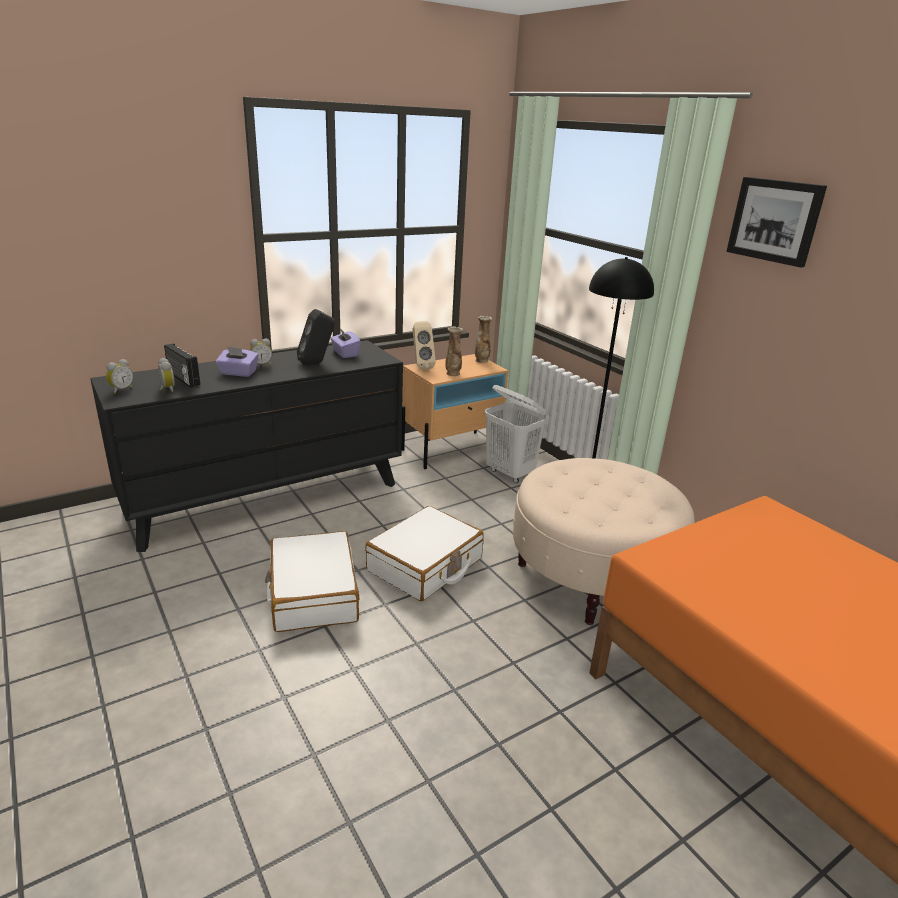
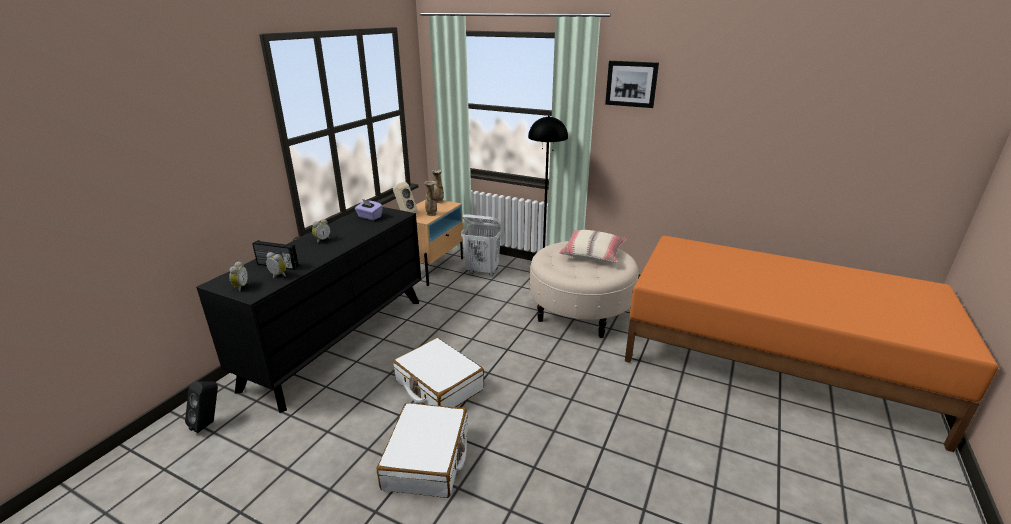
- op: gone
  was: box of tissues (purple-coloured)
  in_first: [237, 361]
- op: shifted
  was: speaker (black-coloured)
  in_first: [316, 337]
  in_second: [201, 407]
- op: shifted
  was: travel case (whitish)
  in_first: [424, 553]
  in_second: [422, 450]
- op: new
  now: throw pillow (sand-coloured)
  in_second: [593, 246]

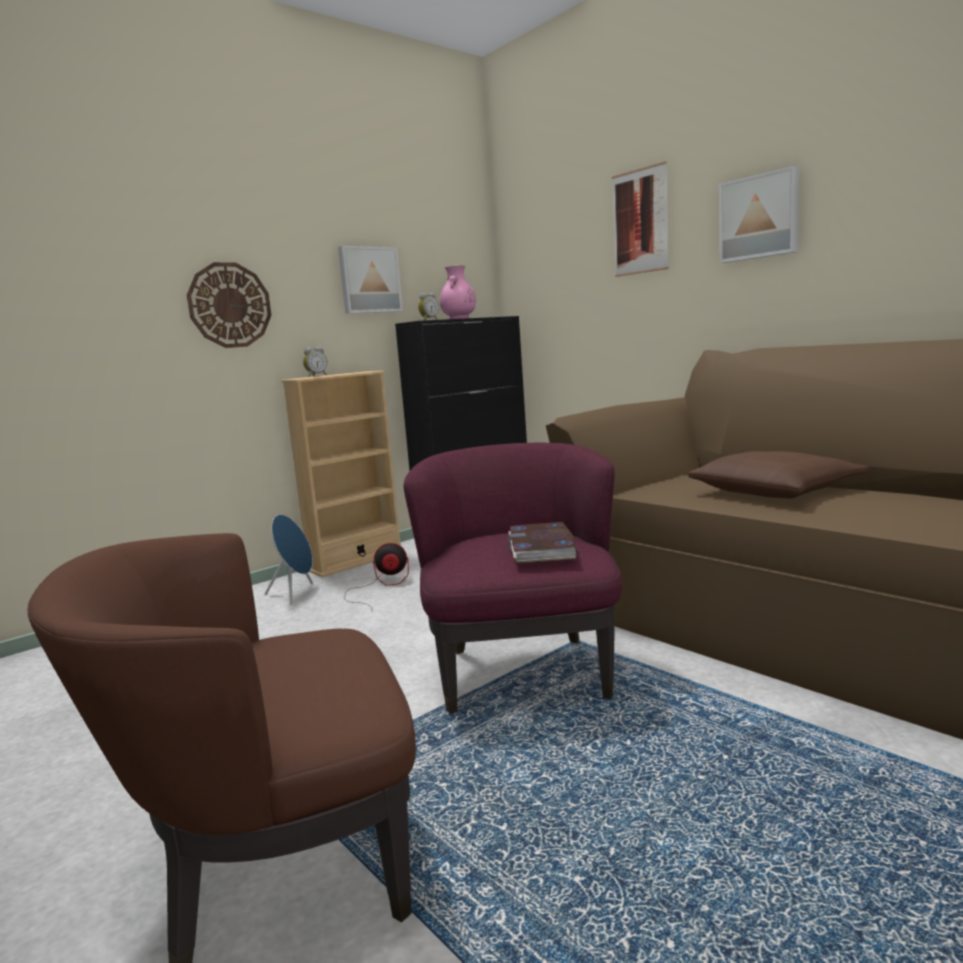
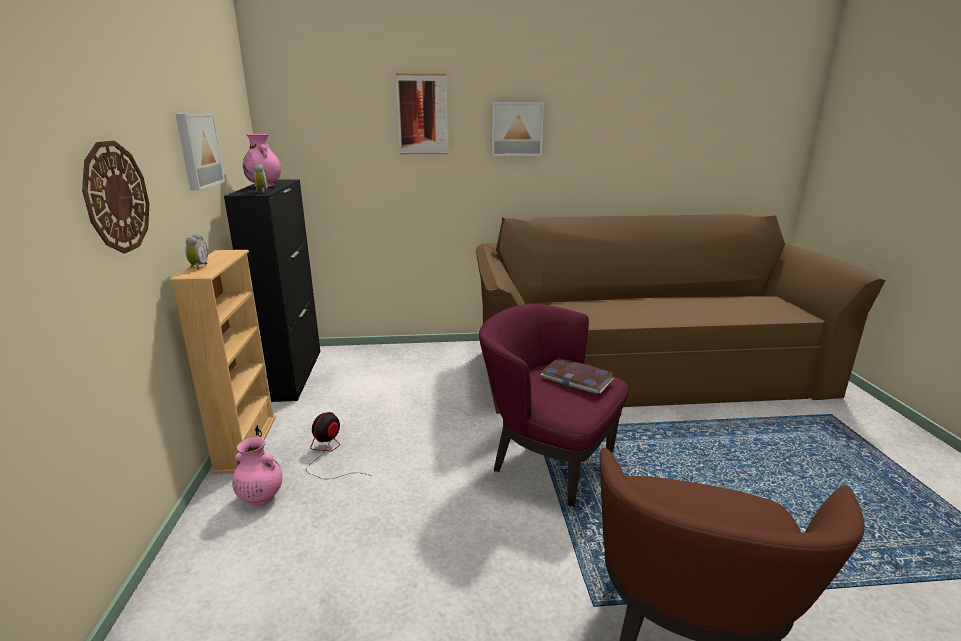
- op: swapped
  was: speaker (blue-coloured)
  now: flower vase (pink-coloured)
  in_first: [289, 560]
  in_second: [257, 471]
- op: gone
  was: throw pillow (brown-coloured)
  in_first: [779, 475]

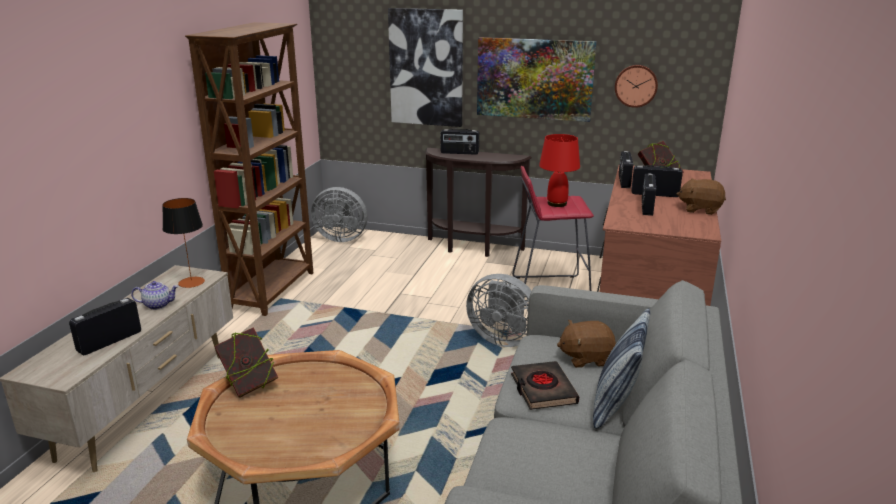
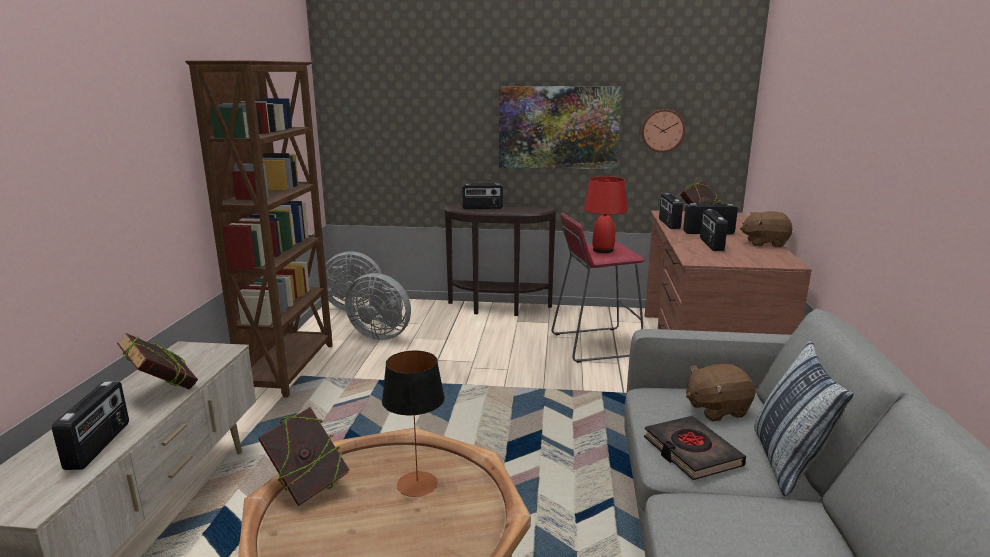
- op: rotated
  was: radio receiver
  in_first: [105, 326]
  in_second: [90, 425]
  clockwise: 150
- op: swapped
  was: teapot
  now: book
  in_first: [155, 295]
  in_second: [157, 361]
- op: shifted
  was: tabletop lamp
  in_first: [183, 243]
  in_second: [413, 424]
- op: gone
  was: wall art
  in_first: [425, 67]
- op: shifted
  was: electric fan (gray)
  in_first: [499, 310]
  in_second: [378, 306]

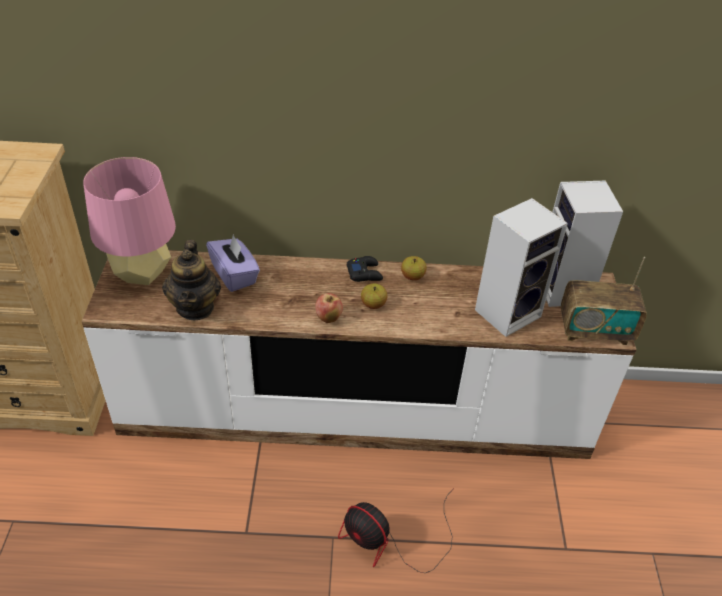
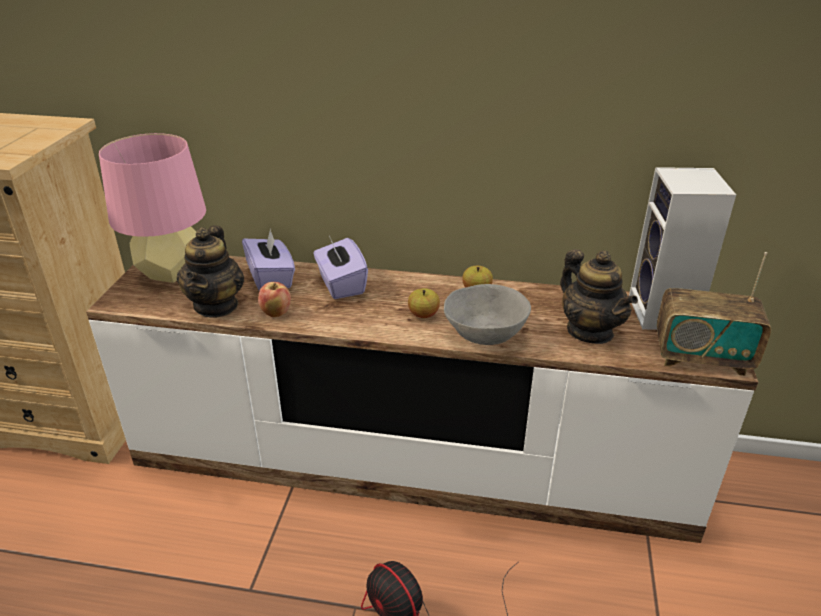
- op: shifted
  was: whole apple
  in_first: [329, 308]
  in_second: [274, 299]
- op: gone
  was: game controller (black-coloured)
  in_first: [365, 269]
- op: swapped
  was: speaker
  now: teapot
  in_first: [521, 267]
  in_second: [599, 296]
- op: new
  now: box of tissues (purple-coloured)
  in_second: [340, 267]
- op: new
  now: serving bowl (gray)
  in_second: [487, 314]

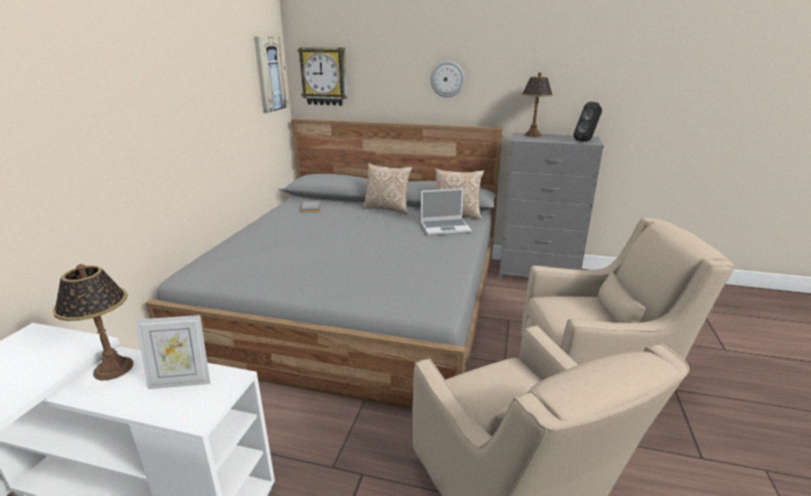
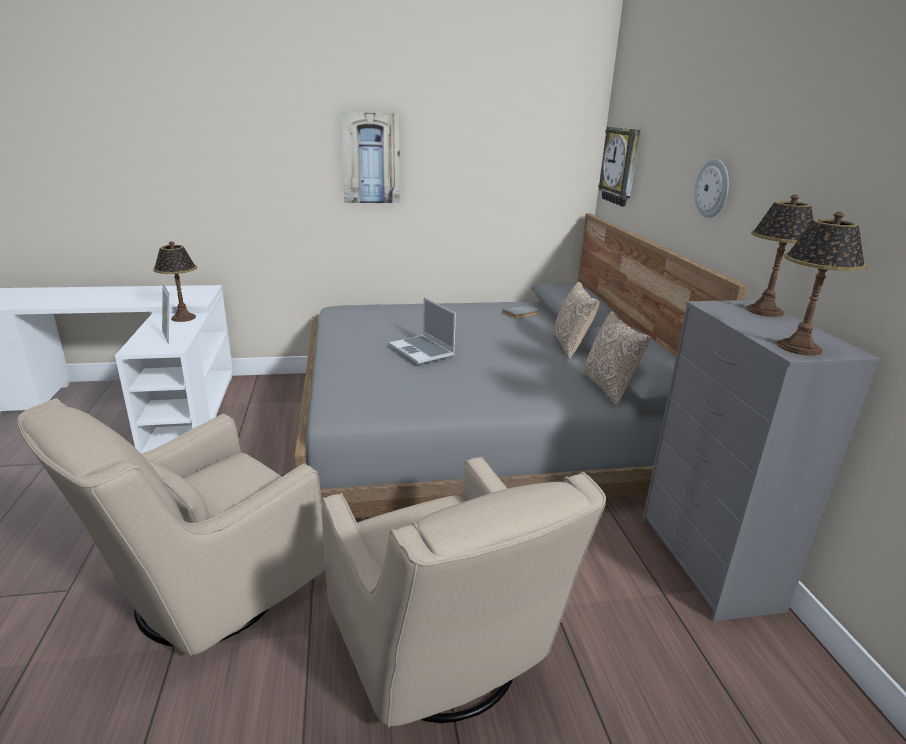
- op: shifted
  was: wall art
  in_first: [271, 75]
  in_second: [370, 157]
- op: shifted
  was: notebook computer
  in_first: [446, 212]
  in_second: [422, 330]
- op: swapped
  was: speaker (black-coloured)
  now: tabletop lamp
  in_first: [587, 122]
  in_second: [822, 284]

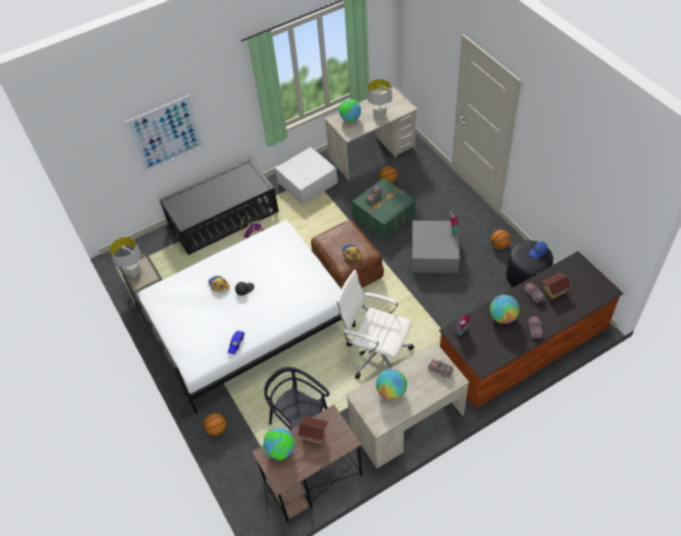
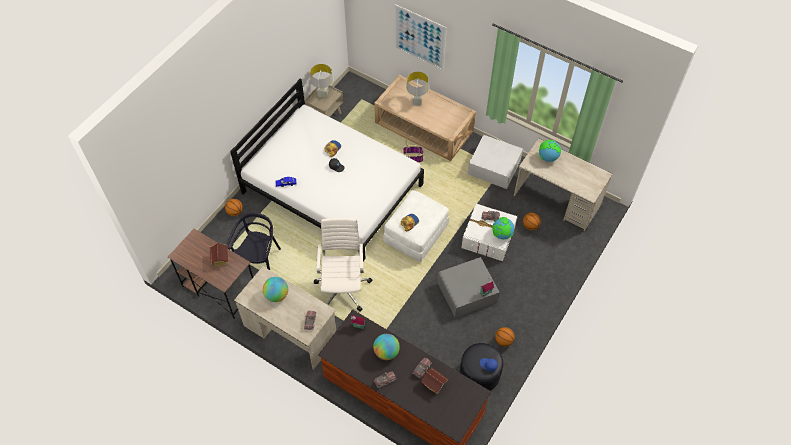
- op: repainted
  was: low table (black-coloured)
  now: low table (sand-coloured)
  in_first: [219, 206]
  in_second: [425, 118]
- op: shifted
  was: desk globe
  in_first: [279, 444]
  in_second: [503, 228]
- op: repainted
  was: ottoman (brown-coloured)
  now: ottoman (whitish)
  in_first: [347, 254]
  in_second: [416, 226]
- op: repainted
  was: storage bin (greenish)
  now: storage bin (whitish)
  in_first: [383, 208]
  in_second: [489, 232]
- op: shifted
  was: tabletop lamp (gray)
  in_first: [379, 99]
  in_second: [417, 88]

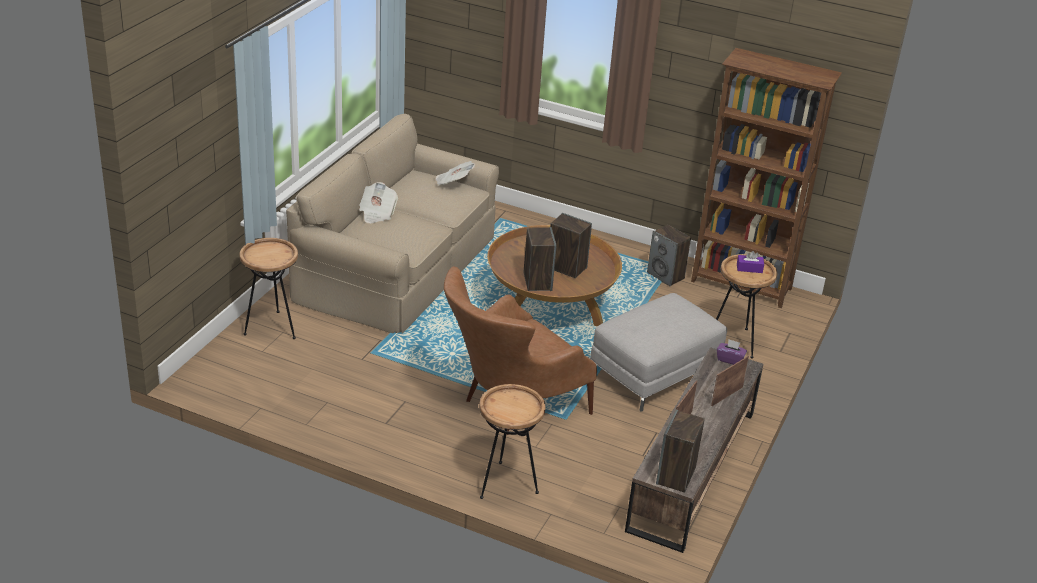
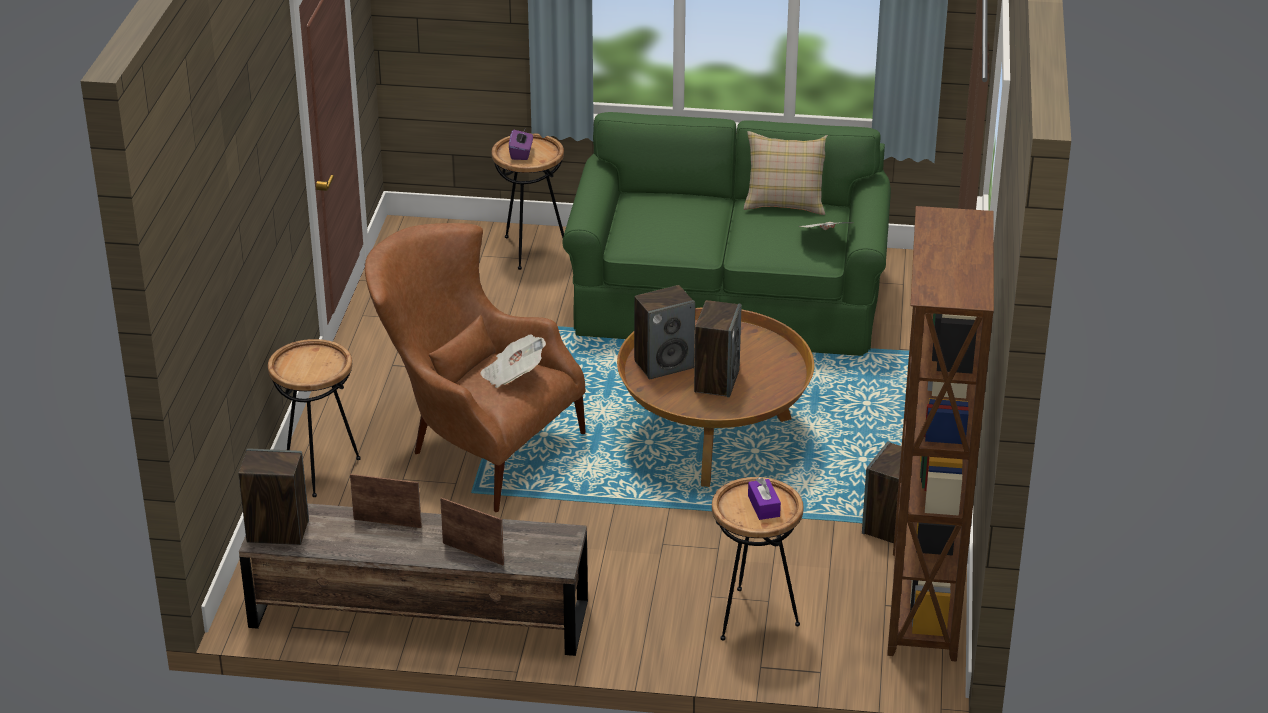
- op: repainted
  was: settee (sand-coloured)
  now: settee (greenish)
  in_first: [392, 224]
  in_second: [726, 234]
- op: shifted
  was: daily paper
  in_first: [378, 202]
  in_second: [513, 361]
- op: gone
  was: ottoman (gray)
  in_first: [658, 352]
- op: shifted
  was: box of tissues (purple-coloured)
  in_first: [732, 352]
  in_second: [521, 145]
- op: new
  now: throw pillow (sand-coloured)
  in_second: [786, 173]

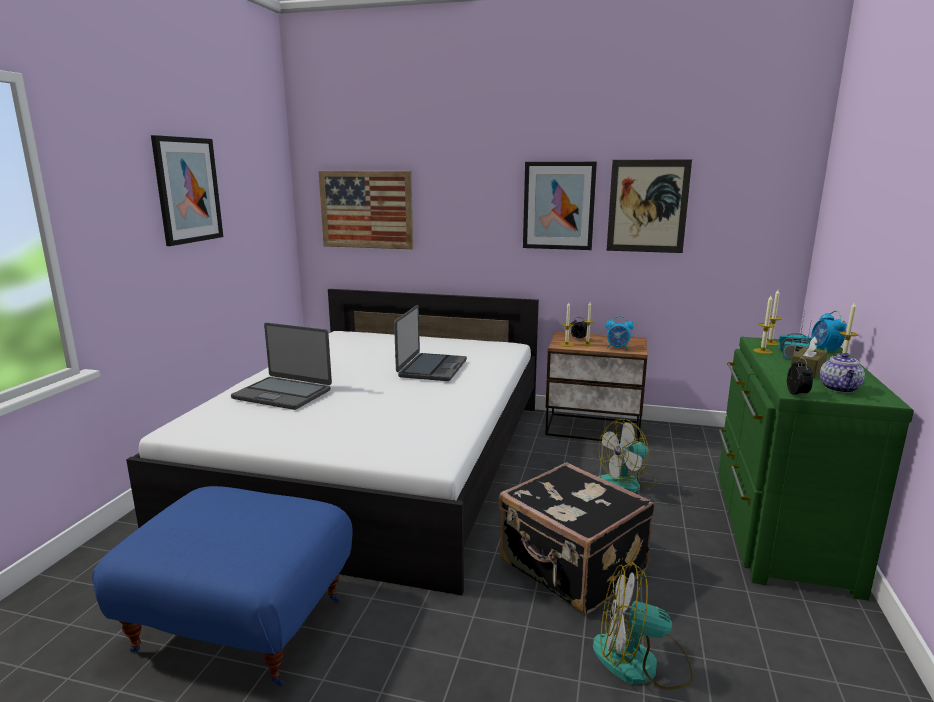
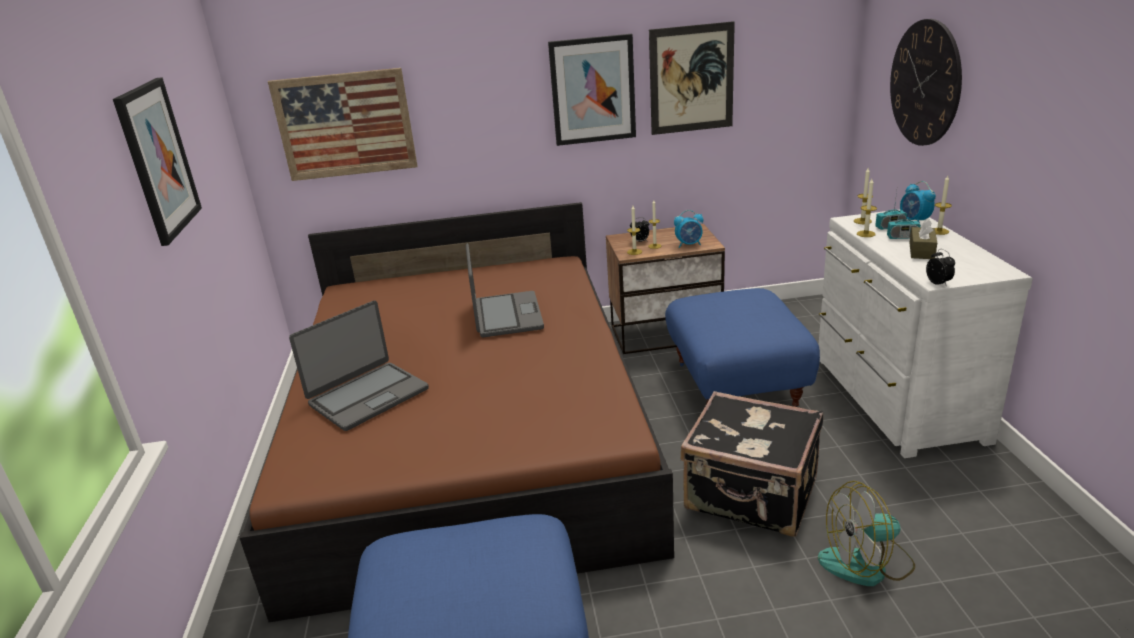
- op: repainted
  was: bedroom bed (whitish)
  now: bedroom bed (brown-coloured)
  in_first: [332, 442]
  in_second: [456, 412]
- op: rotated
  was: notebook computer
  in_first: [281, 366]
  in_second: [359, 365]
  clockwise: -45
- op: swapped
  was: electric fan
  now: ottoman (blue-coloured)
  in_first: [628, 456]
  in_second: [742, 347]
- op: repainted
  was: chest of drawers (greenish)
  now: chest of drawers (whitish)
  in_first: [816, 468]
  in_second: [926, 334]
- op: gone
  was: teapot
  in_first: [842, 373]
- op: new
  now: hanging clock
  in_second: [926, 82]

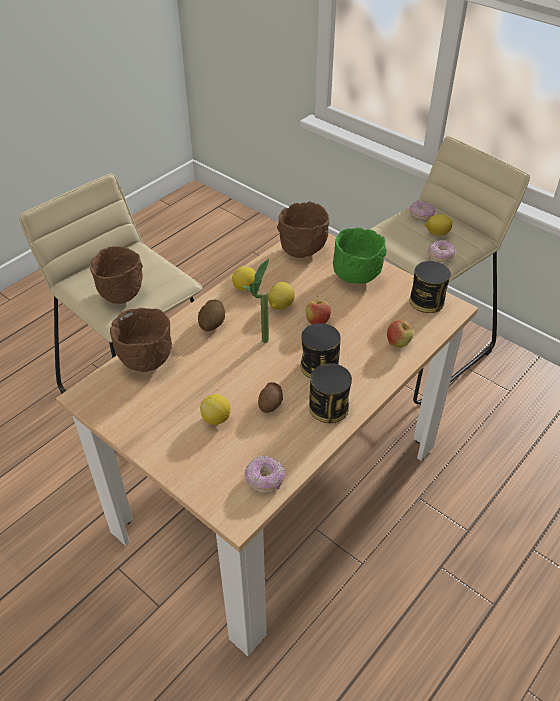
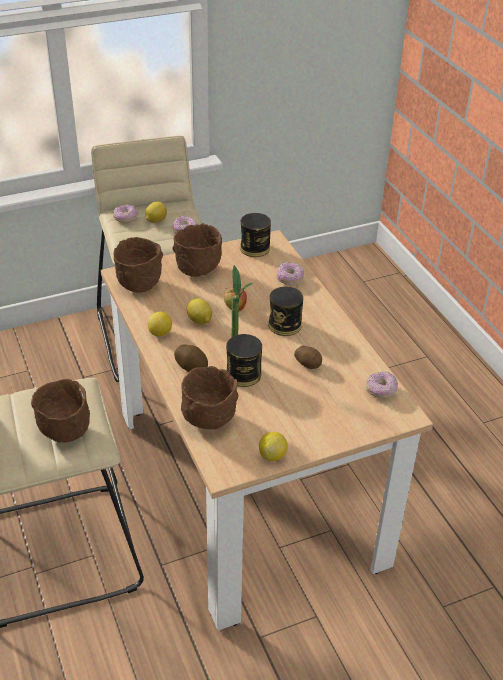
- op: shifted
  was: citrus fruit
  in_first: [215, 409]
  in_second: [273, 446]
- op: shifted
  was: can
  in_first: [330, 393]
  in_second: [244, 360]
- op: repainted
  was: serving bowl (greenish)
  now: serving bowl (brown-coloured)
  in_first: [359, 255]
  in_second: [197, 250]
- op: swapped
  was: whole apple
  now: donut
  in_first: [400, 334]
  in_second: [290, 273]

